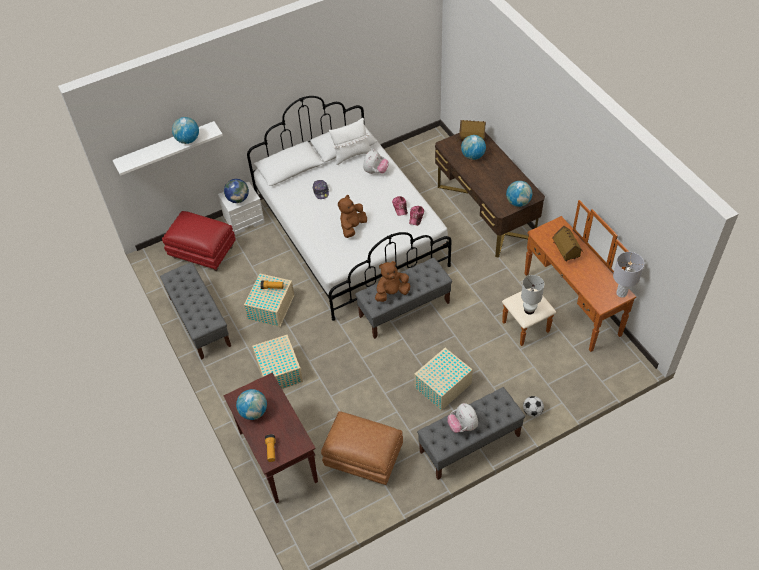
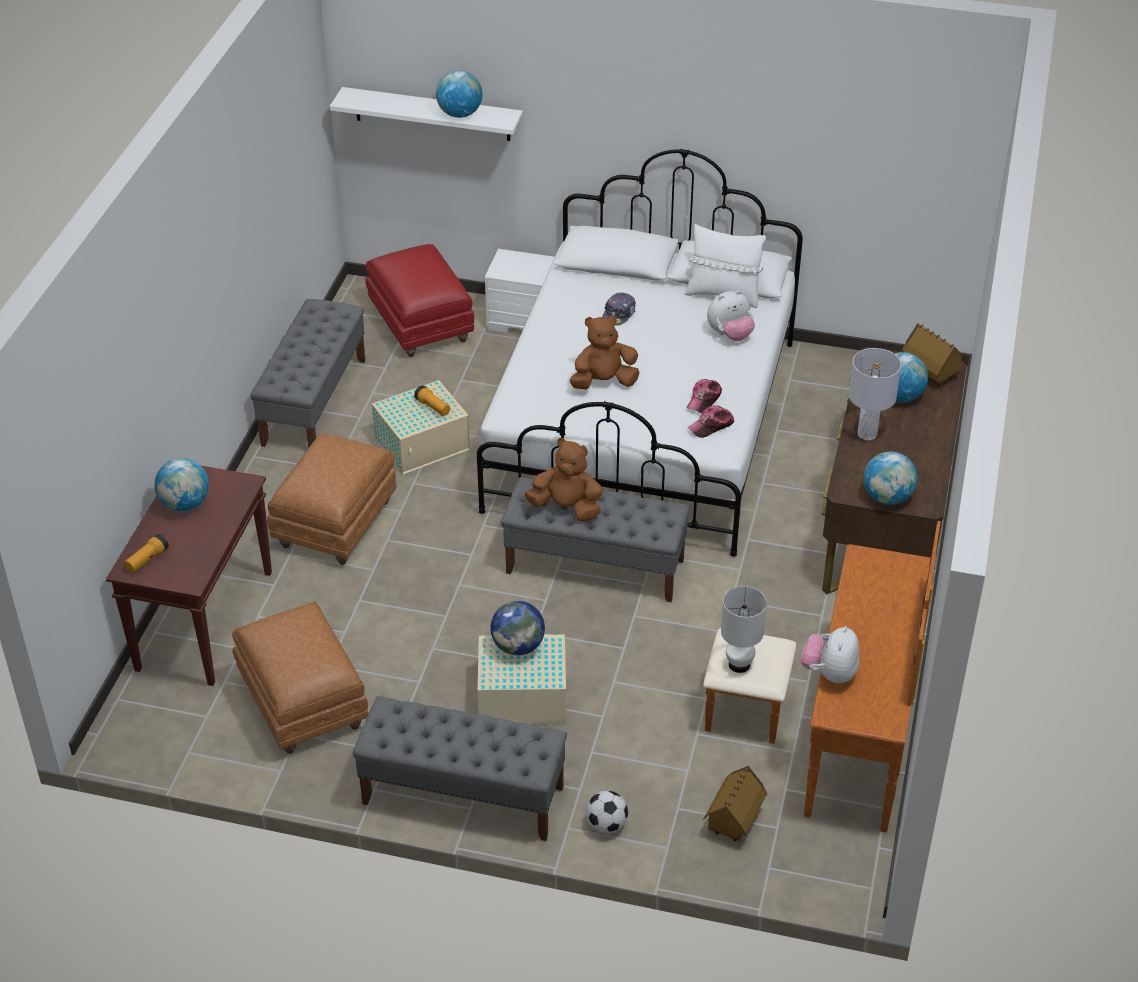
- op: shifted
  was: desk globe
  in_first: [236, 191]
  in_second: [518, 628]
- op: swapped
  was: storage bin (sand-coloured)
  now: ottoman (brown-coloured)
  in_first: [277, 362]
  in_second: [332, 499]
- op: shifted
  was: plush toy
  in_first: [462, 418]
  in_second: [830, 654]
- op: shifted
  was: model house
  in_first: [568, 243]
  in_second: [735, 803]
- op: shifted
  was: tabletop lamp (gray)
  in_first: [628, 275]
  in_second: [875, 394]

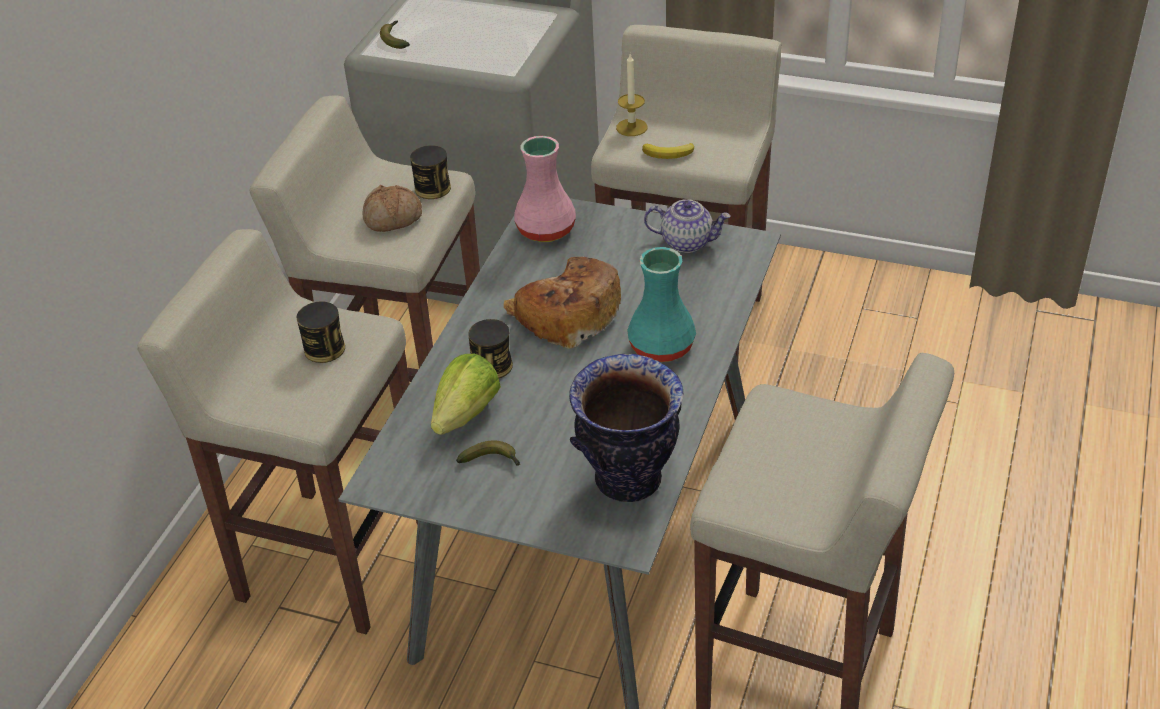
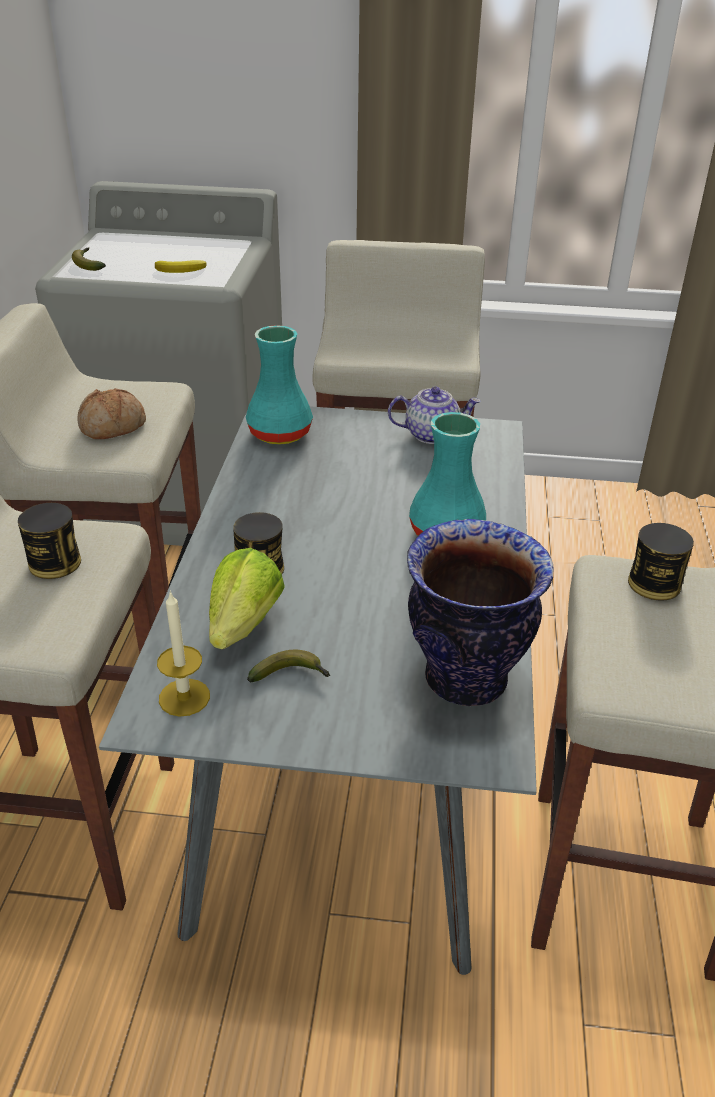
- op: shifted
  was: can
  in_first: [430, 172]
  in_second: [661, 562]
- op: gone
  was: baked bread
  in_first: [562, 303]
- op: repainted
  was: flower vase (pink-coloured)
  now: flower vase (turquoise-coloured)
  in_first: [545, 189]
  in_second: [279, 385]
- op: shifted
  was: wax light
  in_first: [632, 95]
  in_second: [183, 654]
- op: shifted
  was: banana fruit
  in_first: [668, 151]
  in_second: [181, 266]

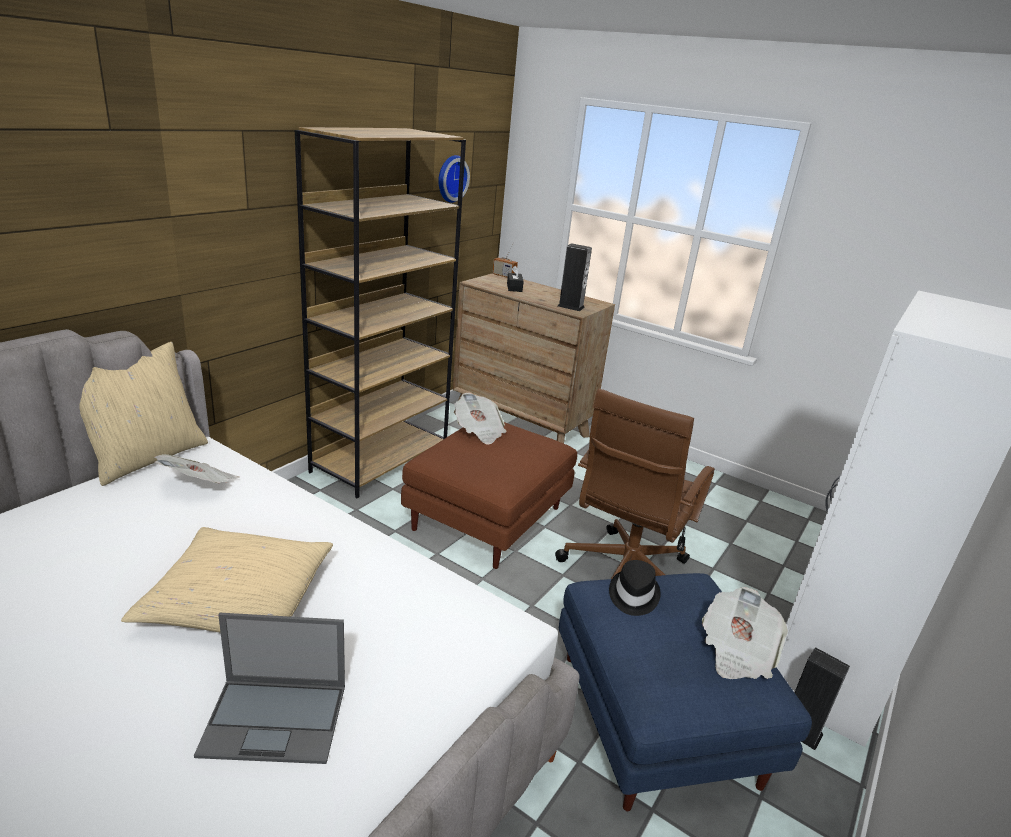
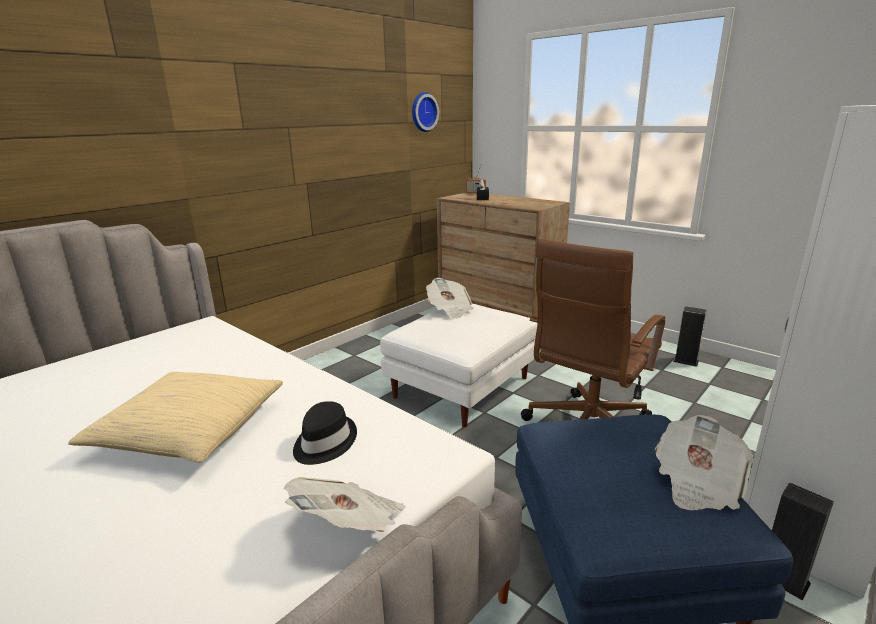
- op: gone
  was: throw pillow (sand-coloured)
  in_first: [143, 414]
- op: shifted
  was: daily paper
  in_first: [197, 468]
  in_second: [344, 504]
- op: gone
  was: notebook computer
  in_first: [269, 688]
- op: gone
  was: bookcase (brown-coloured)
  in_first: [380, 312]
- op: repainted
  was: ottoman (brown-coloured)
  now: ottoman (whitish)
  in_first: [489, 495]
  in_second: [459, 365]
- op: shifted
  was: speaker
  in_first: [575, 277]
  in_second: [690, 336]
- op: shifted
  was: hat (black-coloured)
  in_first: [635, 588]
  in_second: [325, 433]

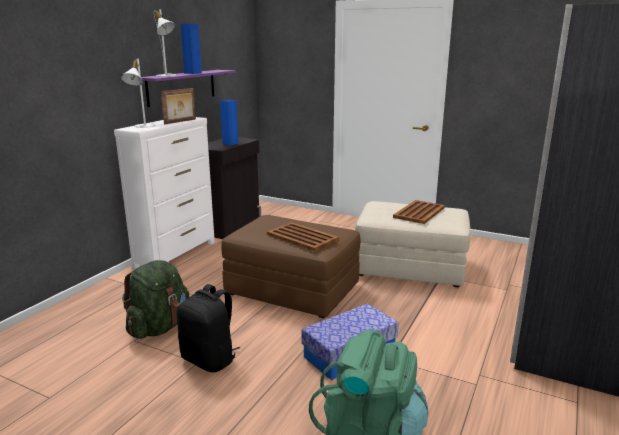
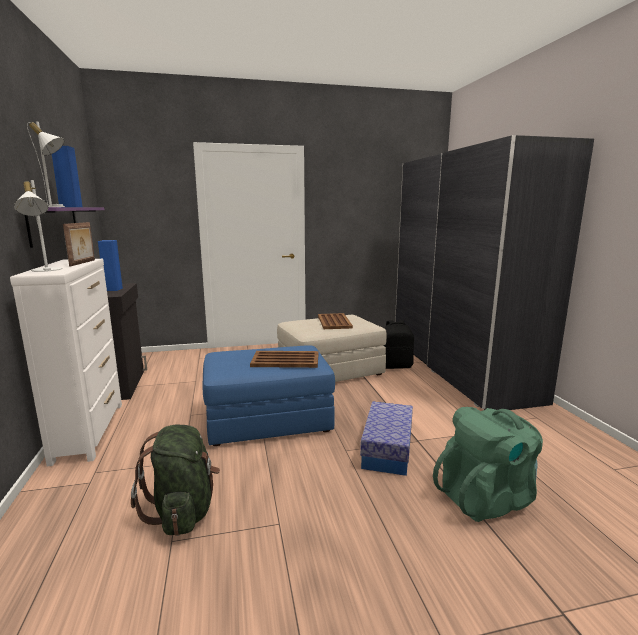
- op: shifted
  was: rucksack (black-coloured)
  in_first: [208, 328]
  in_second: [398, 344]
- op: repainted
  was: ottoman (brown-coloured)
  now: ottoman (blue-coloured)
  in_first: [290, 266]
  in_second: [269, 395]

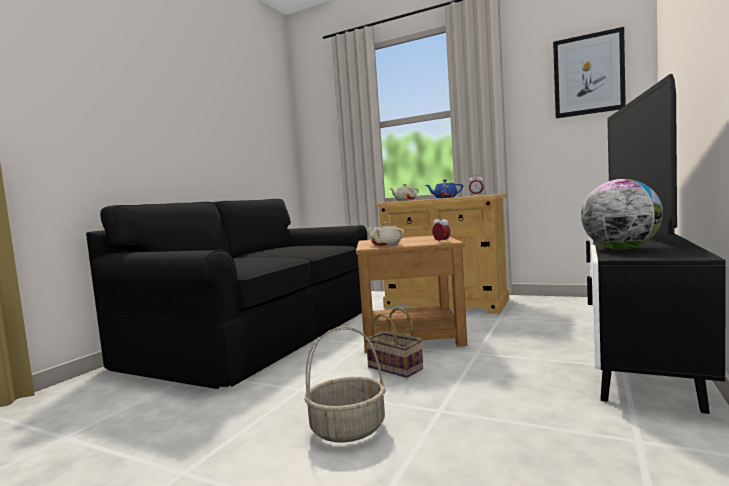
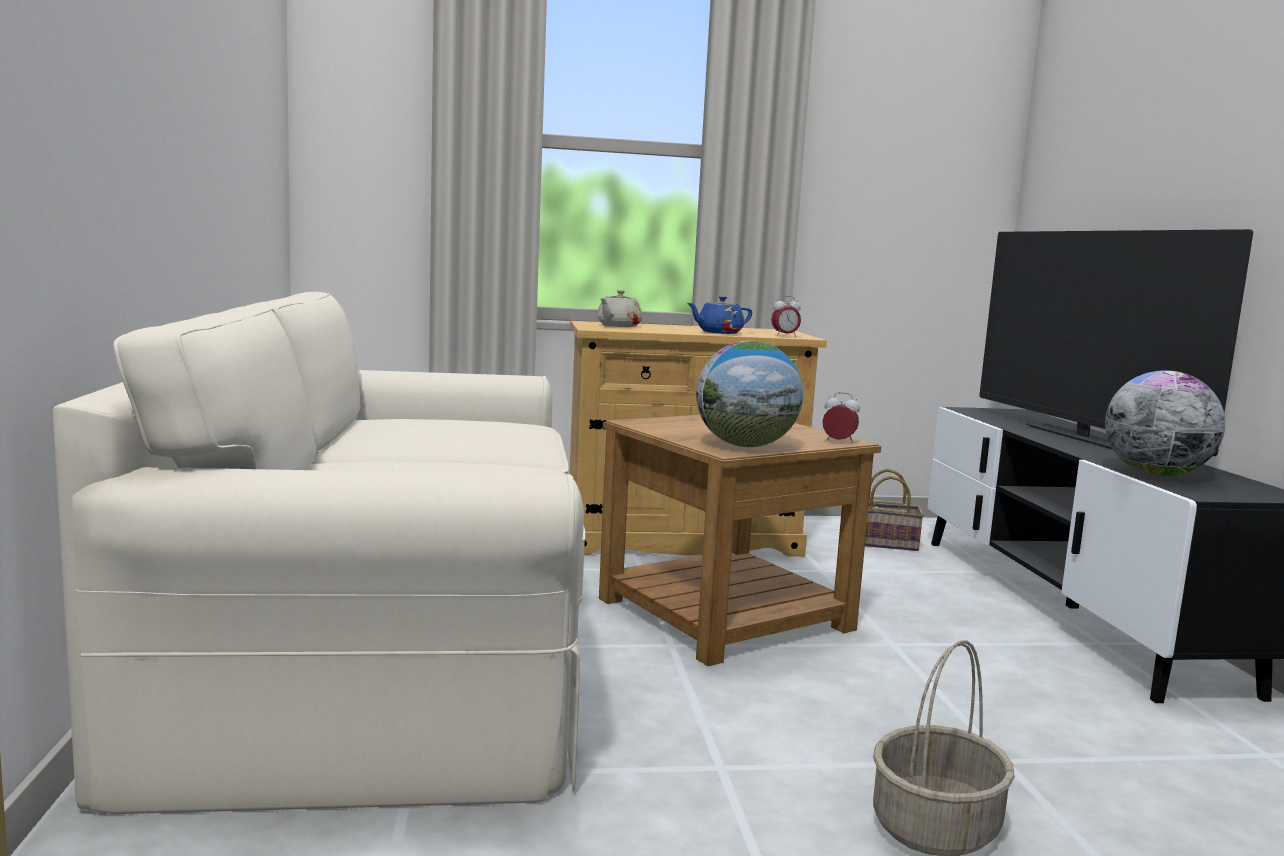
- op: repainted
  was: settee (black-coloured)
  now: settee (sand-coloured)
  in_first: [227, 294]
  in_second: [319, 553]
- op: shifted
  was: basket
  in_first: [394, 343]
  in_second: [894, 510]
- op: swapped
  was: teapot (sand-coloured)
  now: desk globe
  in_first: [385, 234]
  in_second: [749, 394]
- op: gone
  was: wall art
  in_first: [589, 72]

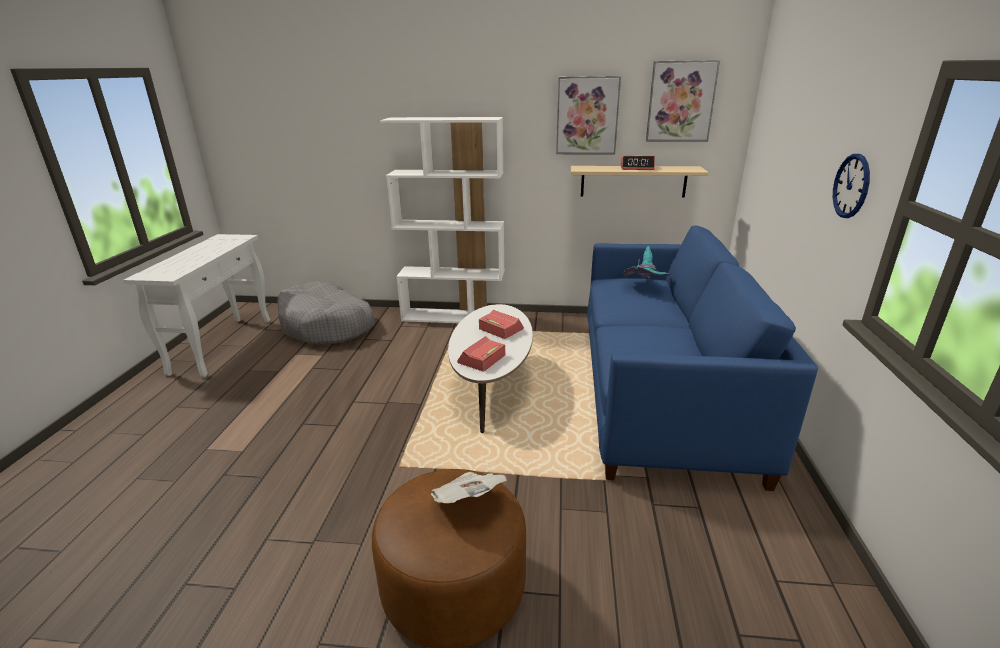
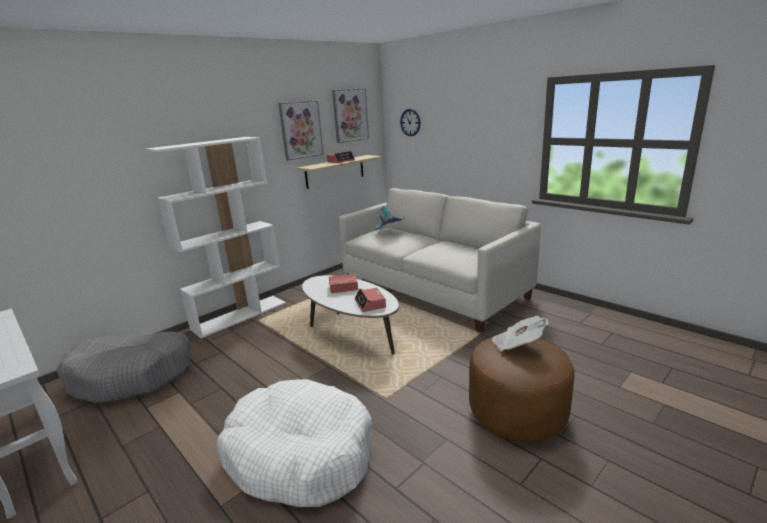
- op: repainted
  was: settee (blue-coloured)
  now: settee (whitish)
  in_first: [702, 358]
  in_second: [440, 260]
- op: shifted
  was: hanging clock
  in_first: [851, 186]
  in_second: [410, 122]
- op: new
  now: pet bed (whitish)
  in_second: [294, 443]

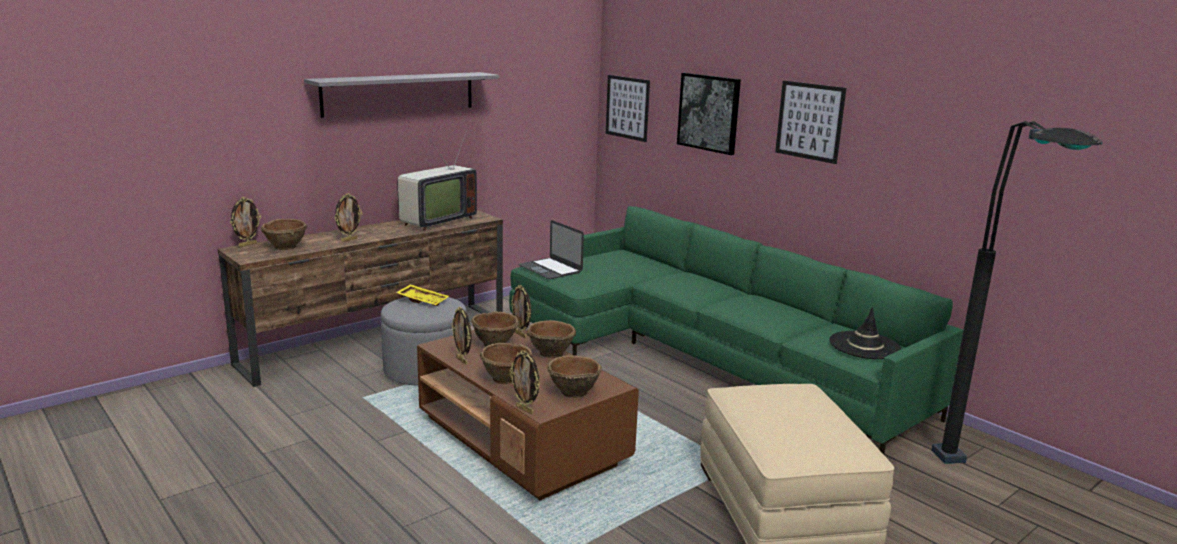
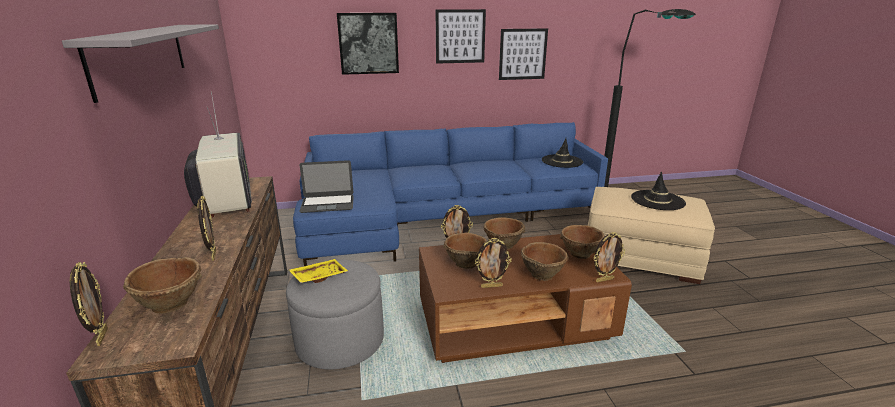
- op: repainted
  was: settee (greenish)
  now: settee (blue-coloured)
  in_first: [736, 330]
  in_second: [450, 194]
- op: shifted
  was: wall art
  in_first: [628, 108]
  in_second: [523, 54]
- op: new
  now: hat (black-coloured)
  in_second: [658, 190]

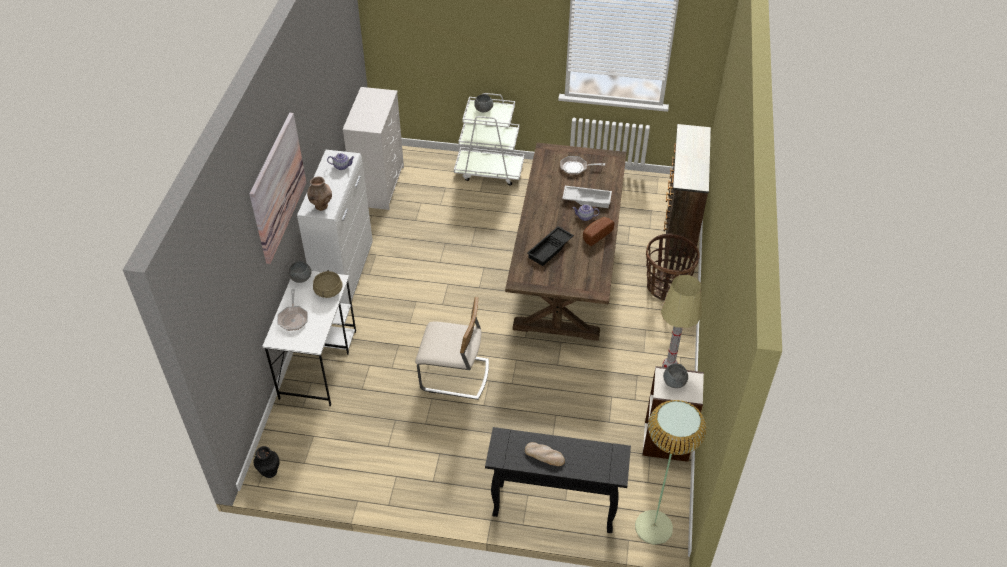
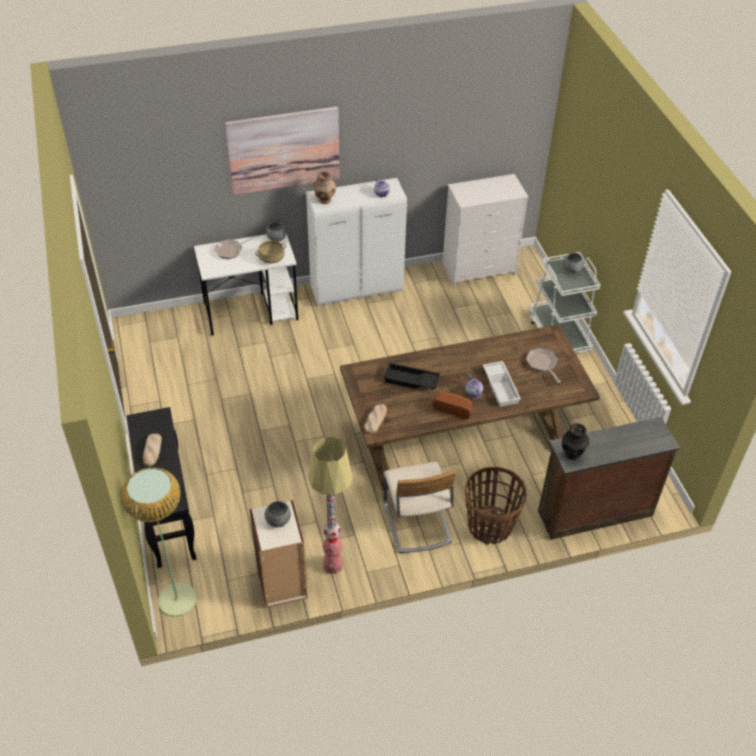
- op: shifted
  was: flower vase (black-coloured)
  in_first: [266, 462]
  in_second: [576, 441]
- op: shifted
  was: chair (sand-coloured)
  in_first: [452, 348]
  in_second: [420, 507]
- op: new
  now: baked bread
  in_second: [375, 419]

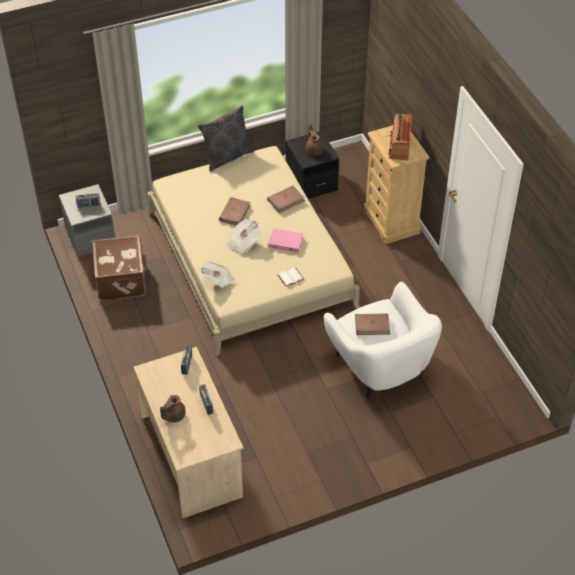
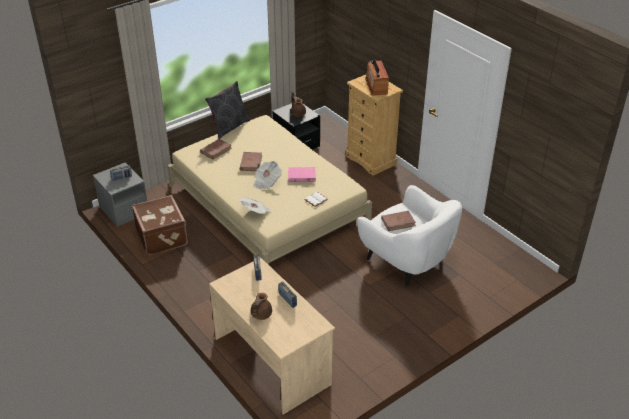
- op: shifted
  was: book (brown-coloured)
  in_first: [286, 199]
  in_second: [216, 149]

